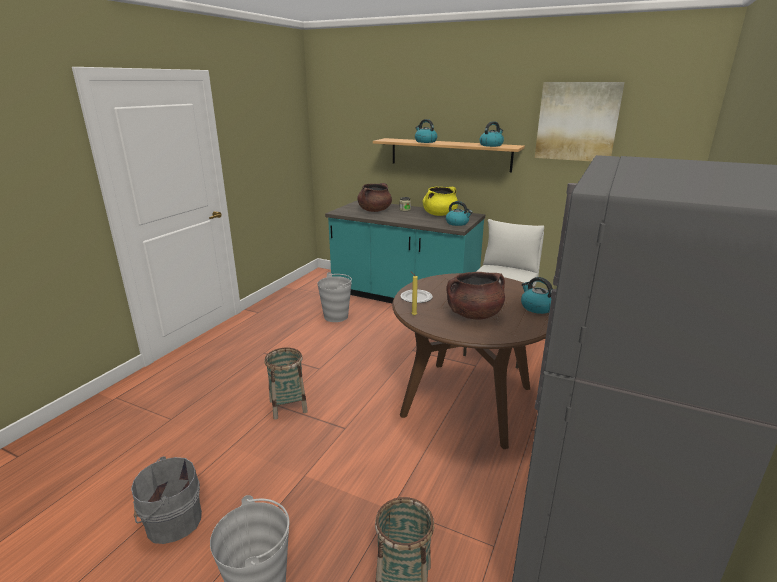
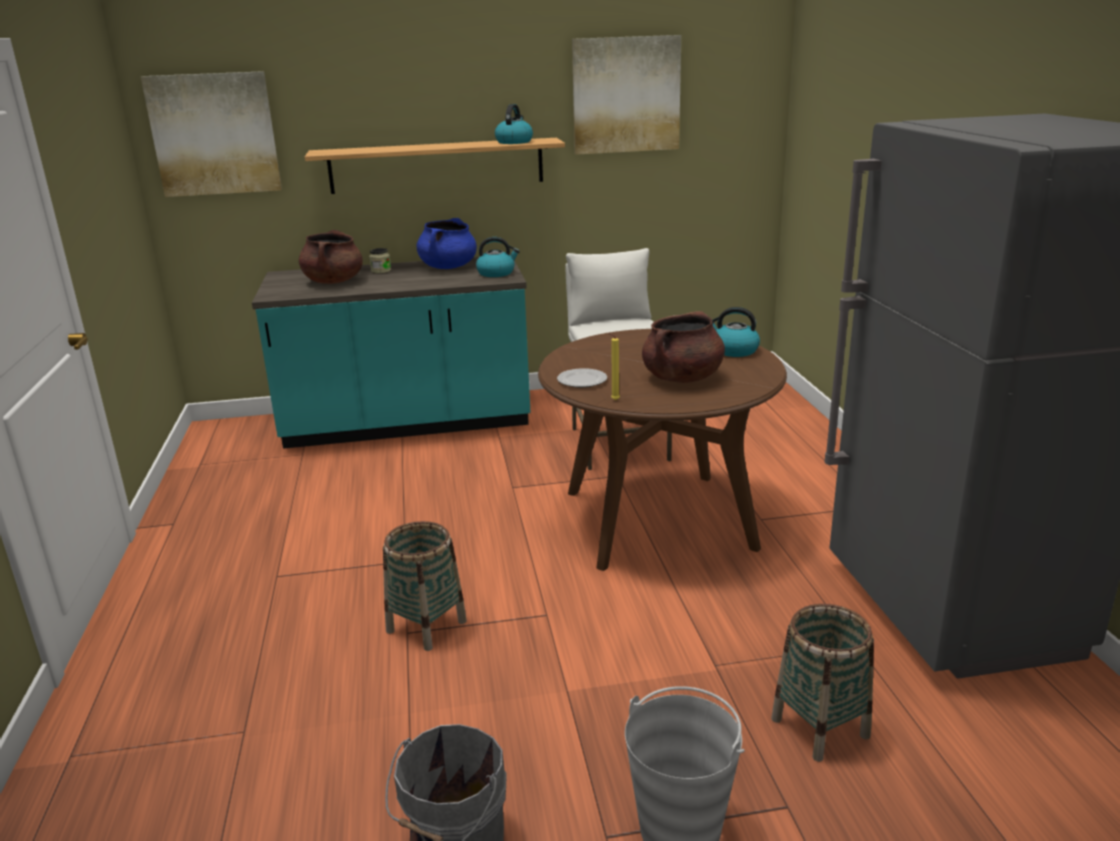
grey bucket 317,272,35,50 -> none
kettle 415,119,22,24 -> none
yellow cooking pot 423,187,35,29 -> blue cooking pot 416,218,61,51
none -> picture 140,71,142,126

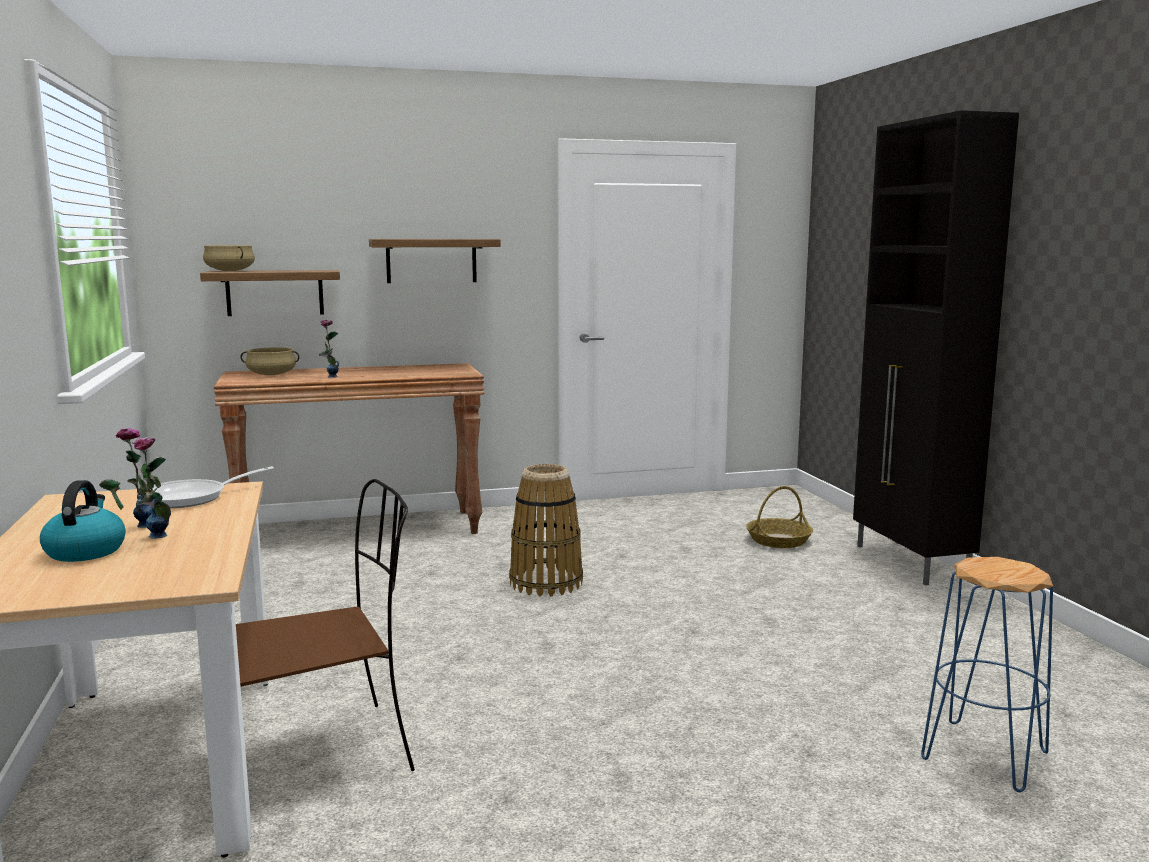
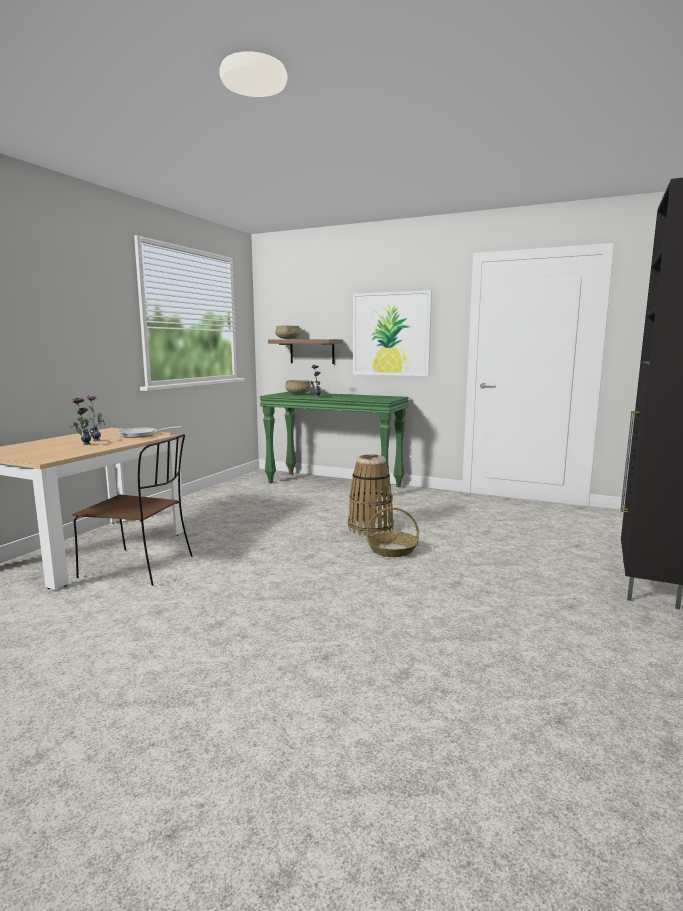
kettle 40,480,86,82 -> none
brown console table 214,363,270,171 -> green console table 260,392,149,105
shelf 369,239,132,44 -> picture 353,290,79,86
basket 746,486,67,62 -> basket 367,507,52,50, relocated
blue stool 921,557,132,235 -> none

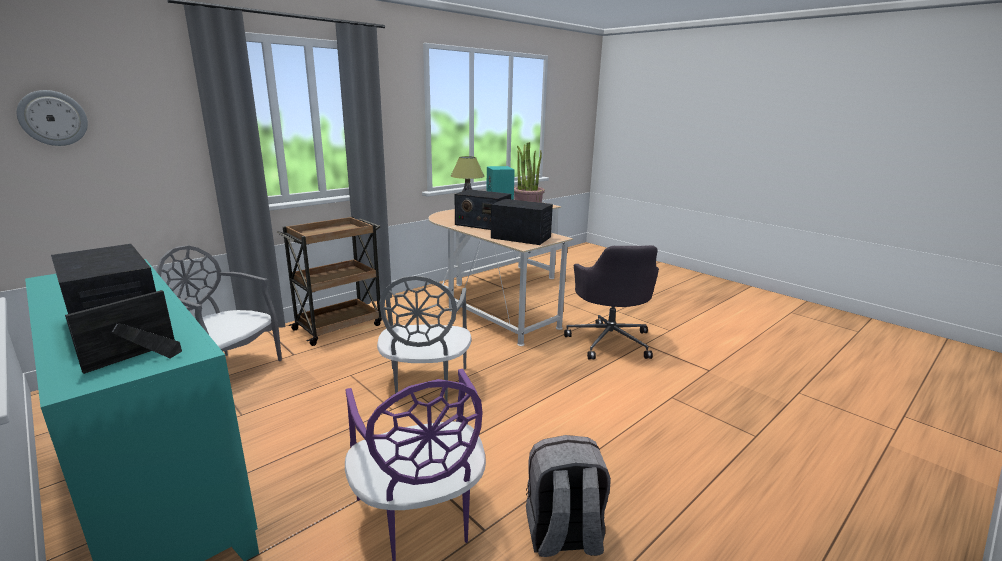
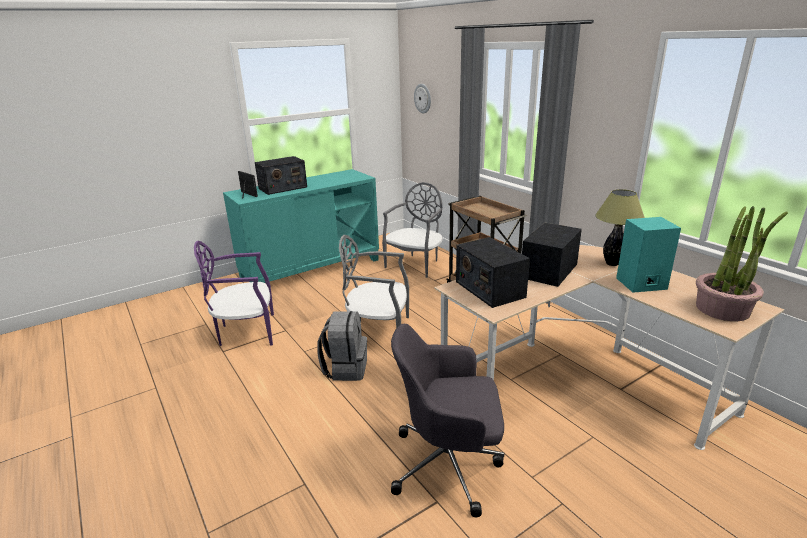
radio 491,199,62,46 -> radio 456,237,74,71, 120 degrees clockwise
grey backpack 526,435,85,122 -> grey backpack 317,311,50,70, relocated

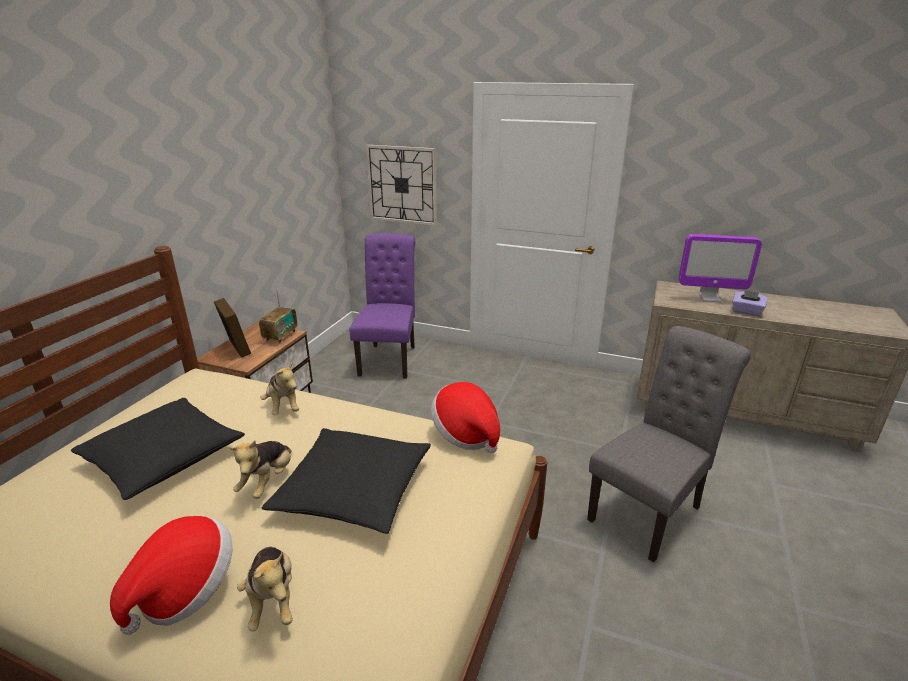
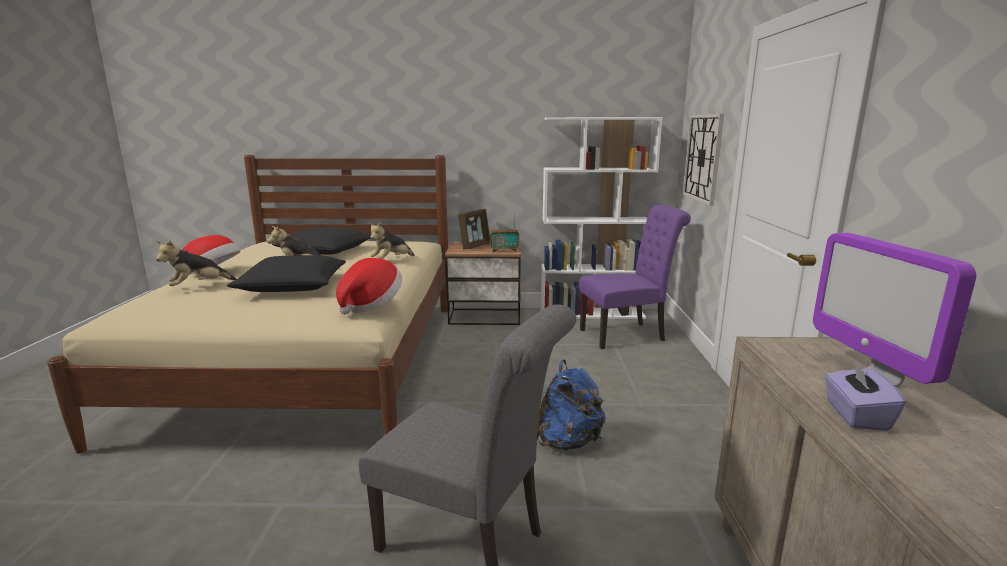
none -> blue backpack 537,360,69,90
none -> white bookcase 541,117,122,202

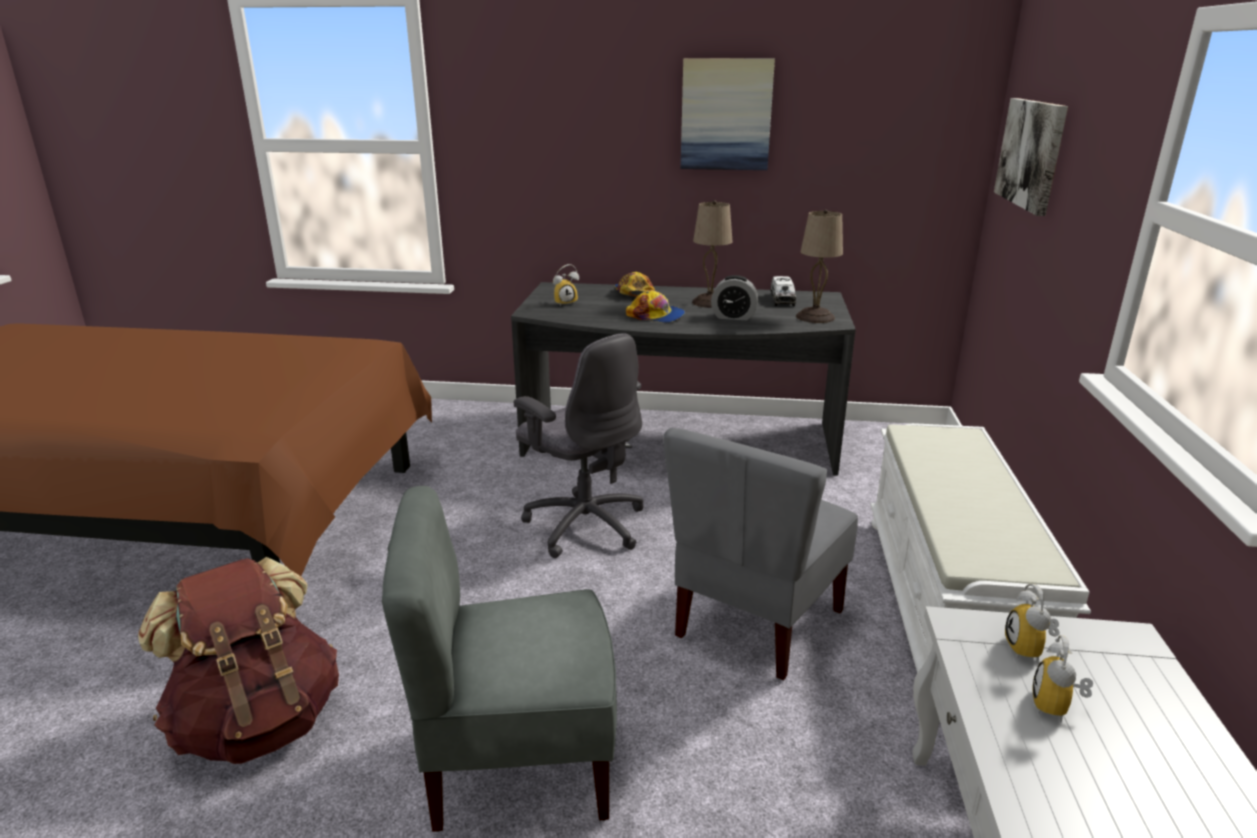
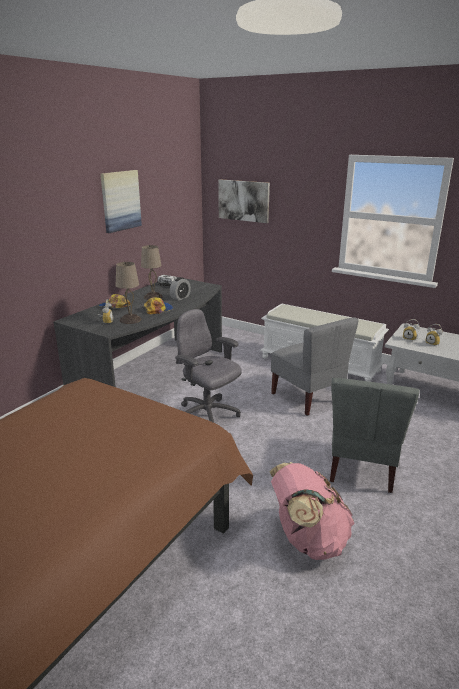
brown backpack 138,557,201,207 -> pink backpack 270,462,85,98
grey office chair 514,333,130,225 -> grey office chair 175,309,67,114, 120 degrees counterclockwise
beige table lamp 796,209,47,114 -> beige table lamp 116,262,25,62, relocated

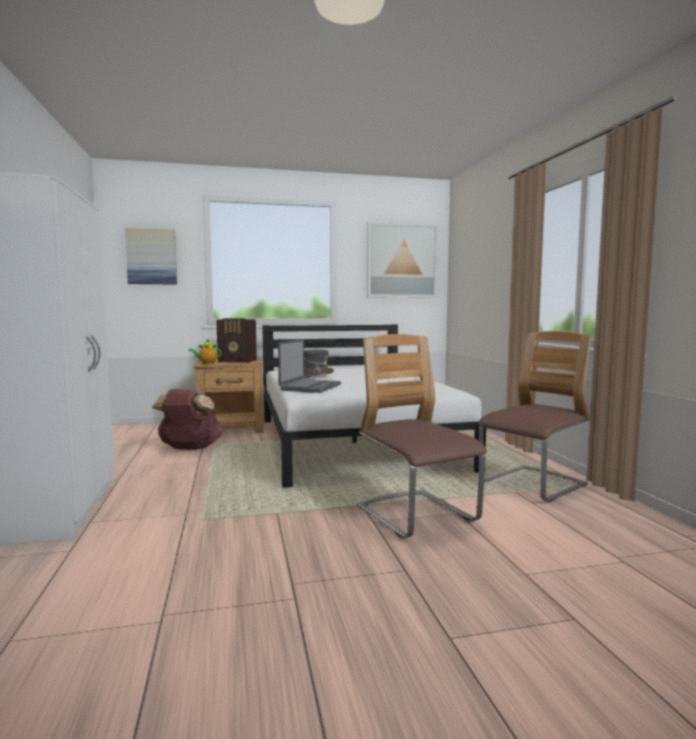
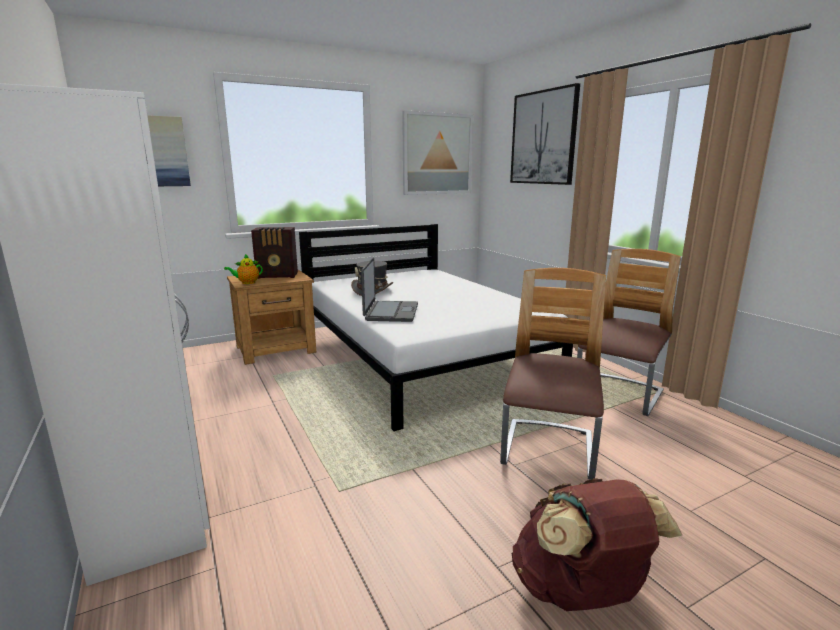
brown backpack 152,389,70,61 -> brown backpack 512,478,171,133, relocated
chair 357,334,130,204 -> chair 500,268,106,211, 60 degrees clockwise
none -> picture 510,83,70,102

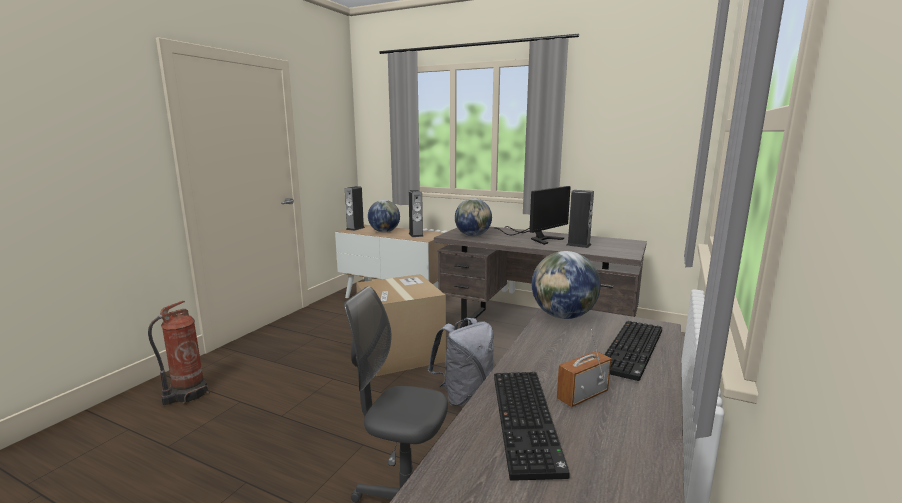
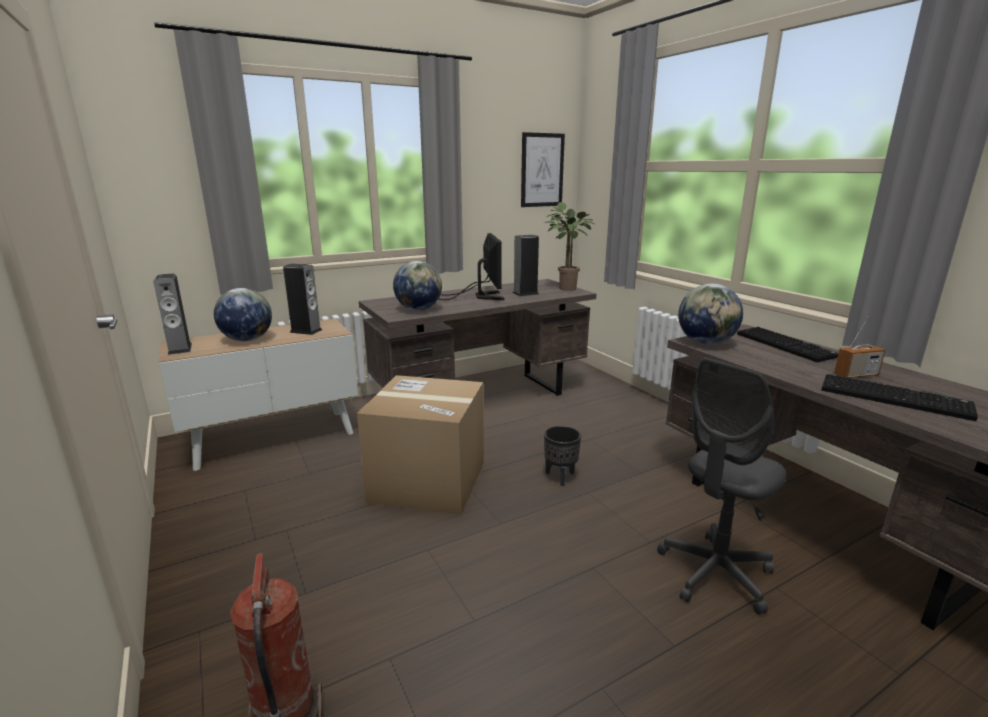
grey backpack 428,318,66,88 -> black planter 544,426,37,60
radio 557,329,54,78 -> radio 834,316,51,62, 105 degrees counterclockwise
none -> picture 521,132,44,75
none -> potted plant 544,202,50,89

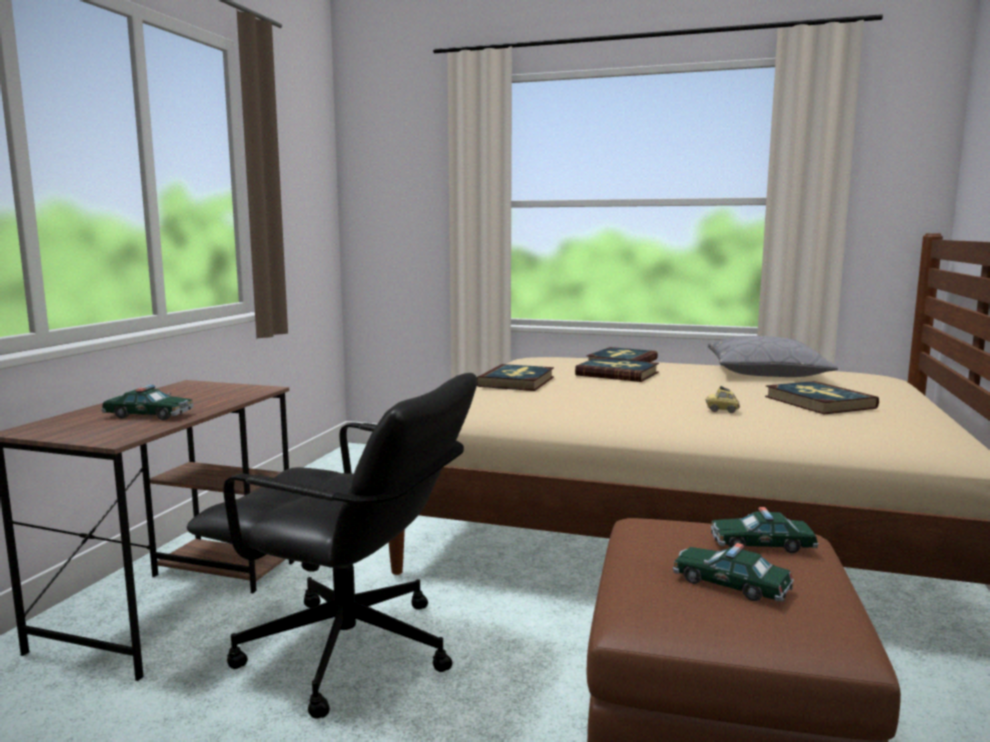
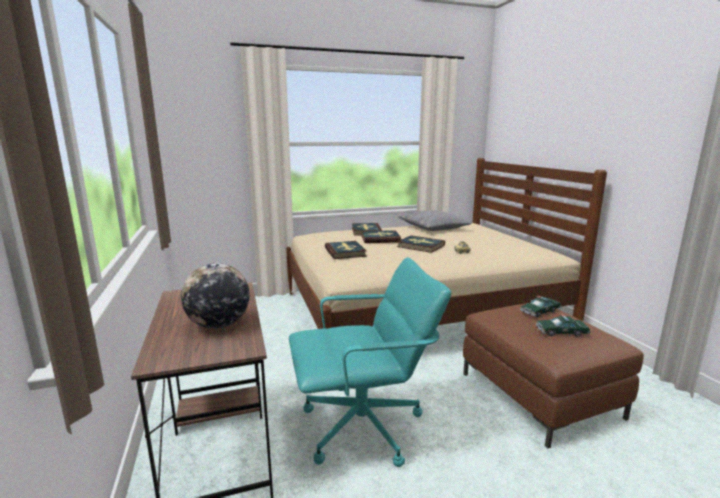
toy car 101,385,93,35 -> globe 181,263,69,66
black office chair 187,373,290,346 -> turquoise office chair 289,257,162,210
book 765,381,114,33 -> book 397,235,48,18, relocated

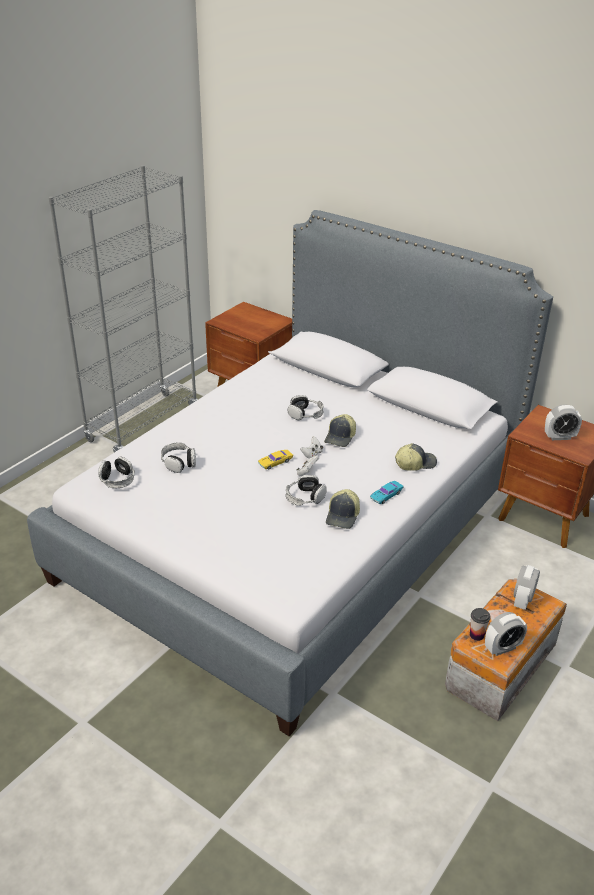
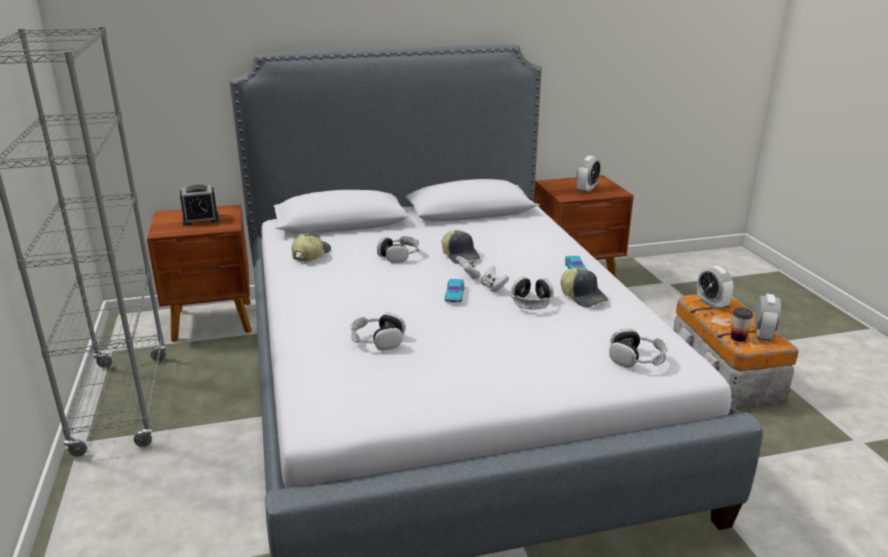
headphones 98,457,37,31 -> headphones 609,329,58,39, relocated
yellow toy car 258,450,35,20 -> turquoise toy car 445,279,20,23
cap 395,443,42,28 -> cap 292,233,39,29, relocated
none -> alarm clock 180,185,39,40

